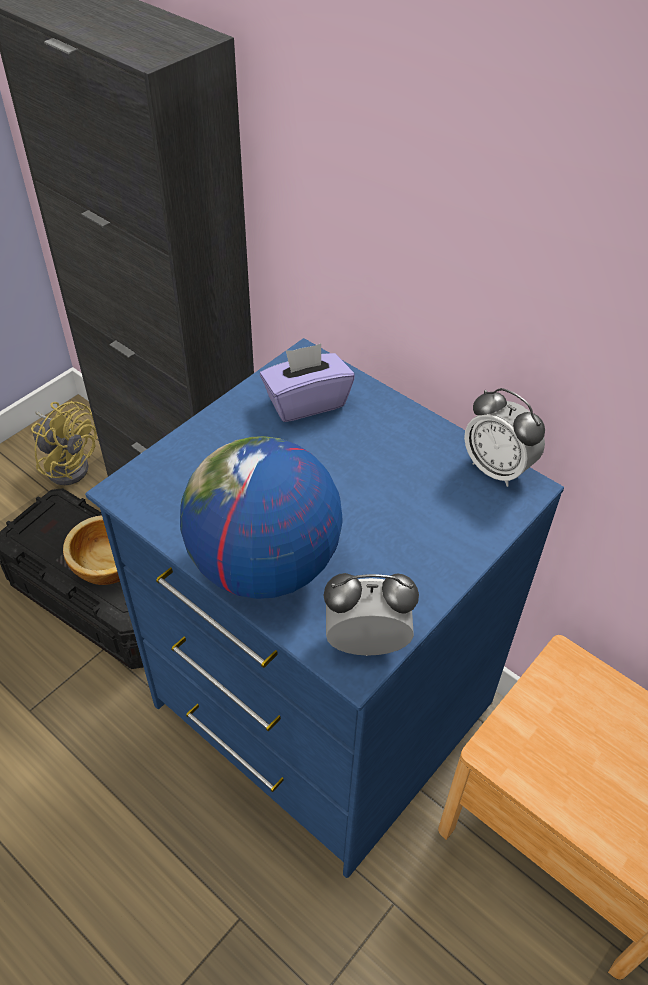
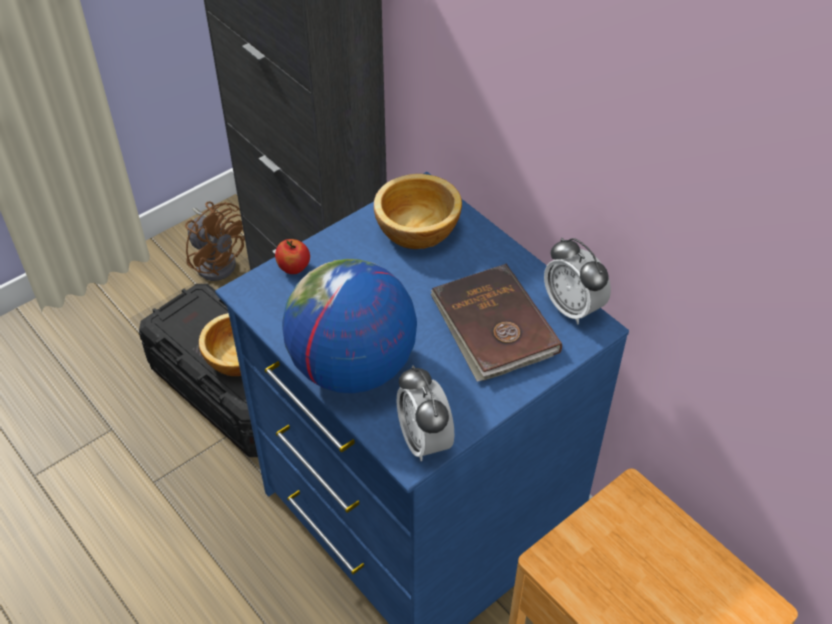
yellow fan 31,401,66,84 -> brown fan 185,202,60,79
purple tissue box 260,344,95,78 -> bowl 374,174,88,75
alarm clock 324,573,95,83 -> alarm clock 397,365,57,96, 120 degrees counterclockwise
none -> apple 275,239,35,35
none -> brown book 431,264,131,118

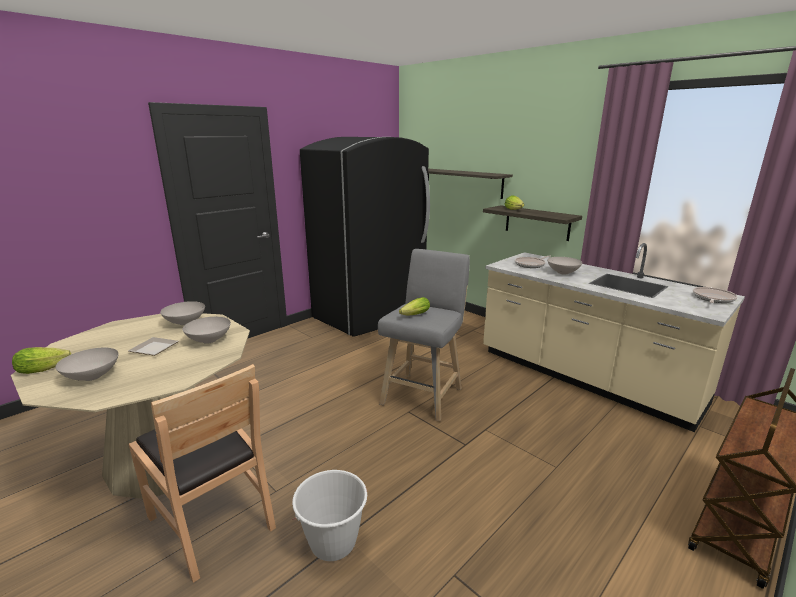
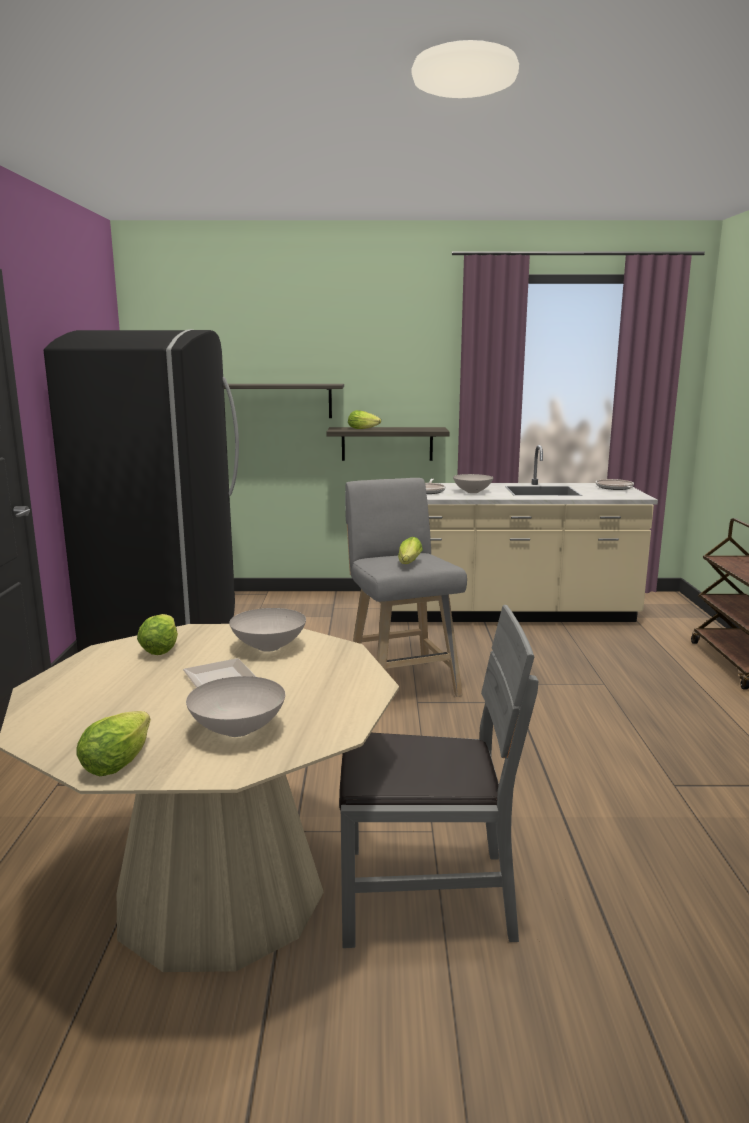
brown chair 129,364,147,219 -> grey chair 339,605,199,343
white bowl 160,301,45,24 -> lettuce 137,614,41,41
white bucket 292,470,75,91 -> none

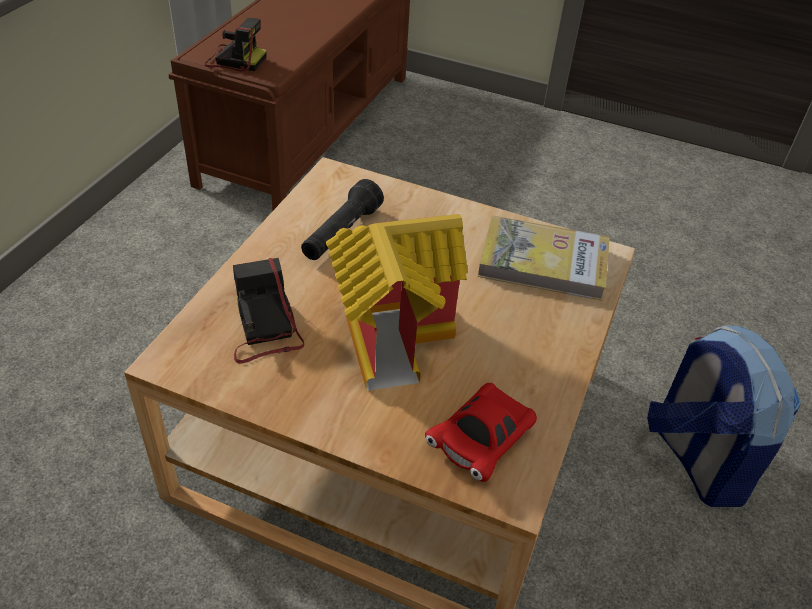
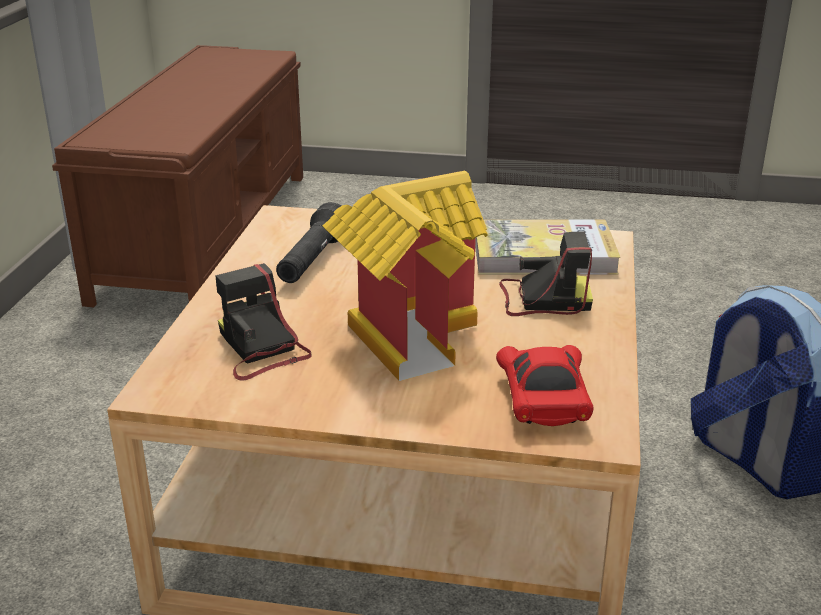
photo camera 204,18,63,53 -> photo camera 499,232,94,84, relocated
red toy car 425,383,112,99 -> red toy car 496,345,98,81, 150 degrees clockwise

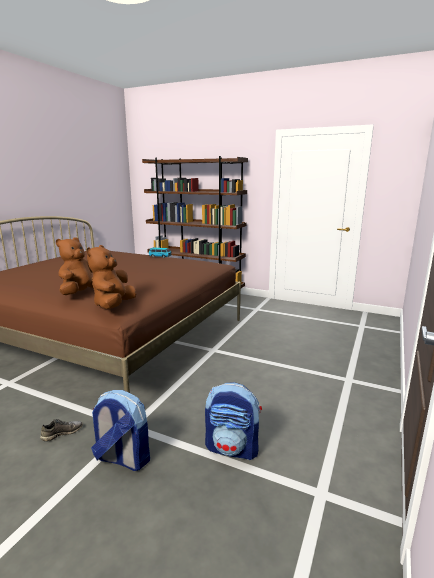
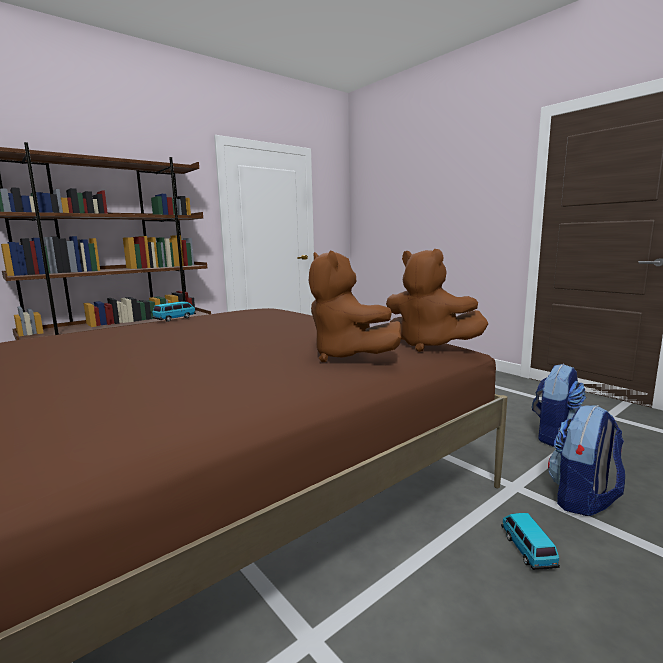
grey shoe 40,419,43,22 -> toy car 501,513,59,57

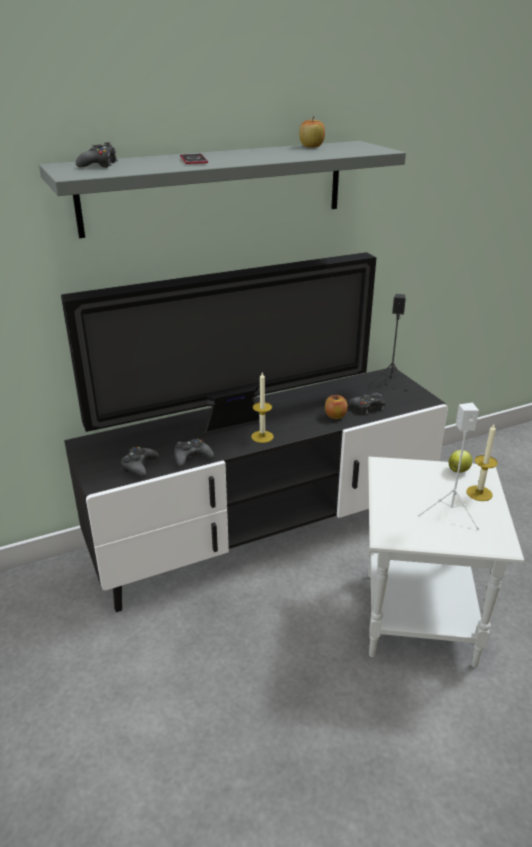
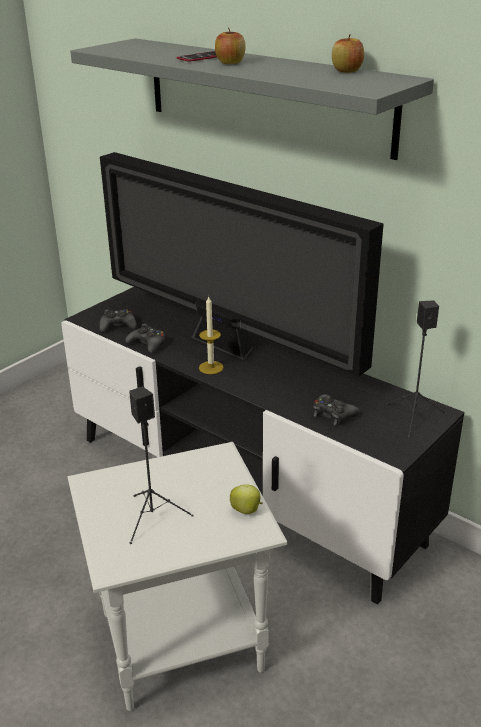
black game controller 76,142,42,26 -> none
apple 325,395,23,24 -> apple 215,27,30,37, relocated
white speaker 418,403,61,127 -> black speaker 129,386,65,158
candle 467,424,30,77 -> none

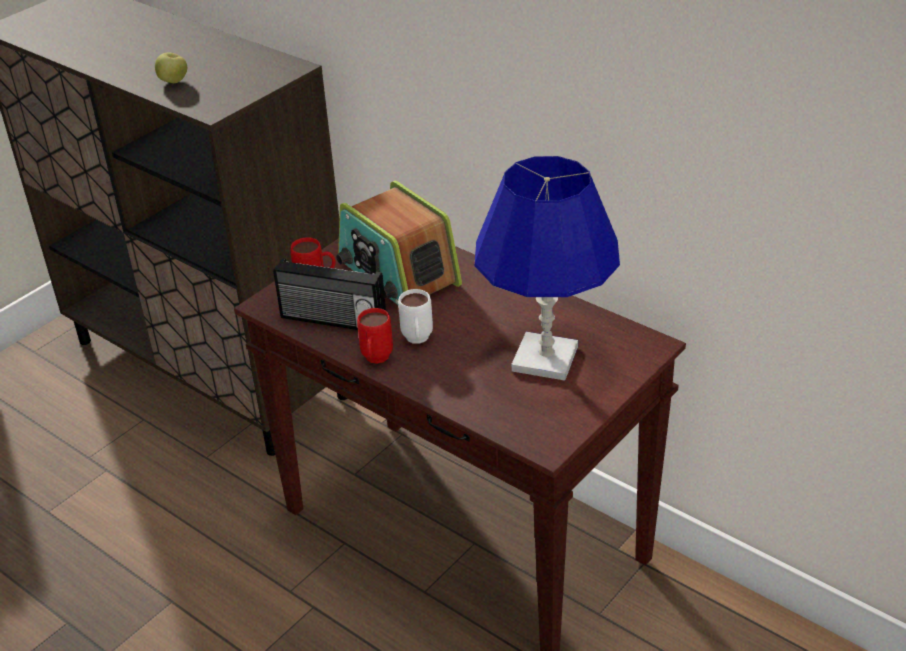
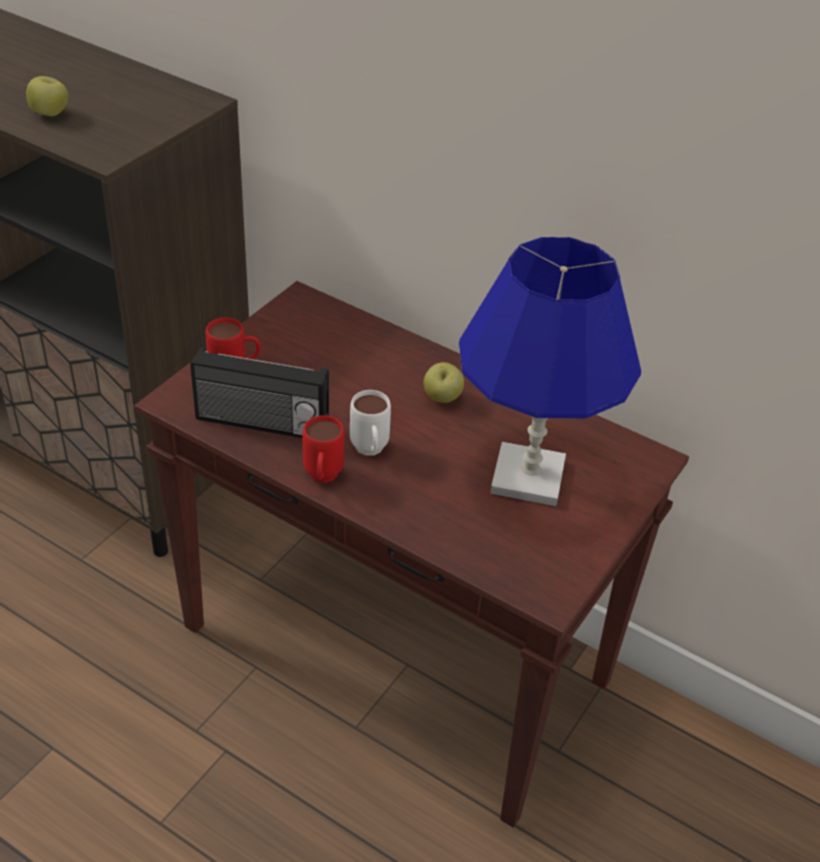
radio 336,181,126,124 -> none
none -> apple 423,362,41,41

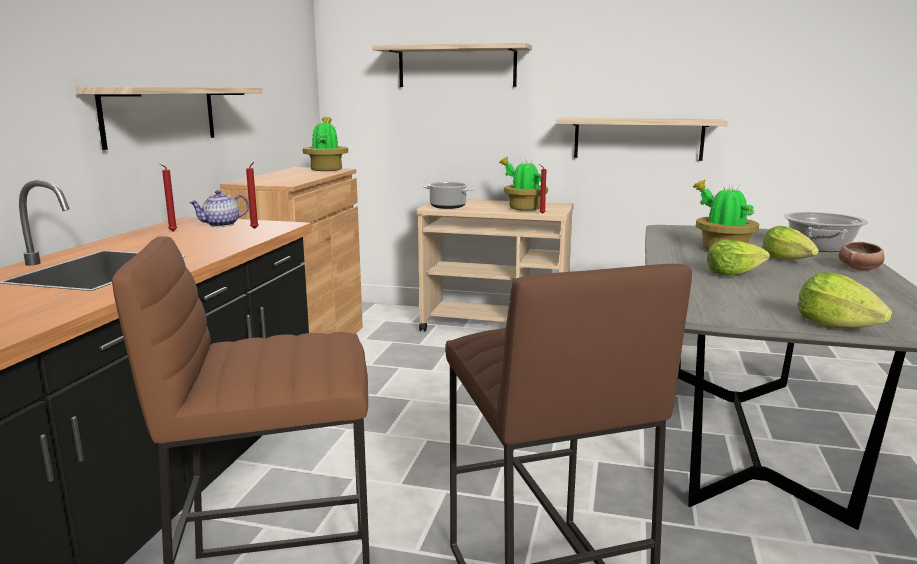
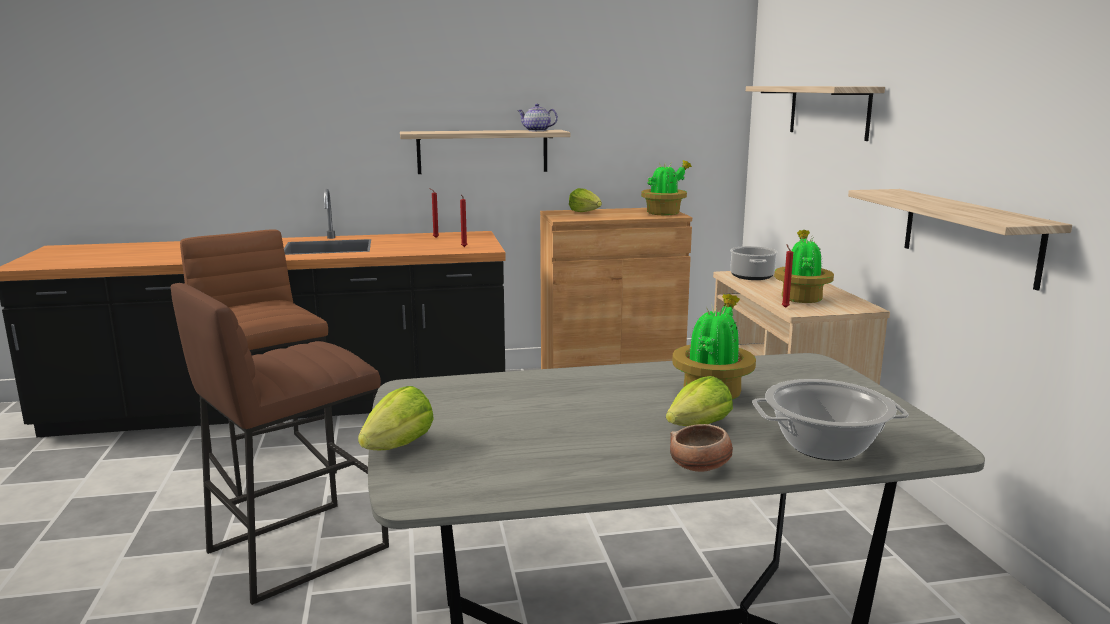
teapot 189,190,60,37 -> teapot 517,104,41,27, relocated
lettuce 707,239,63,37 -> lettuce 569,188,33,24, relocated

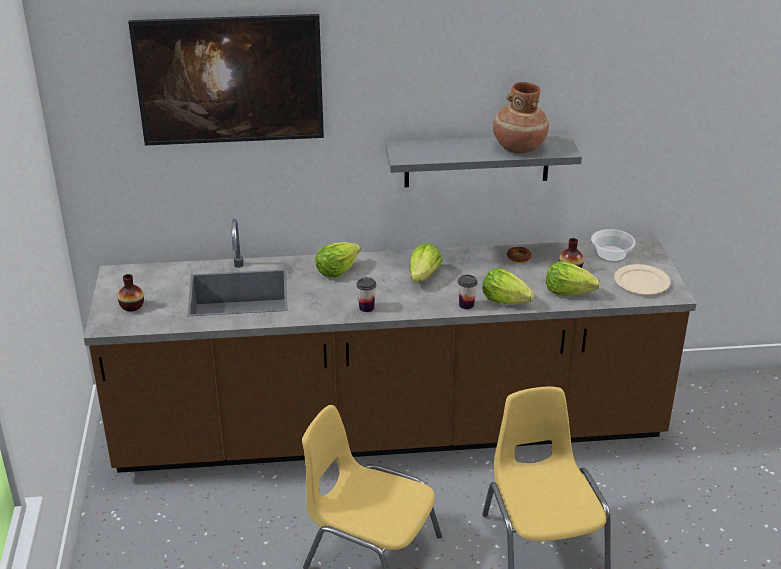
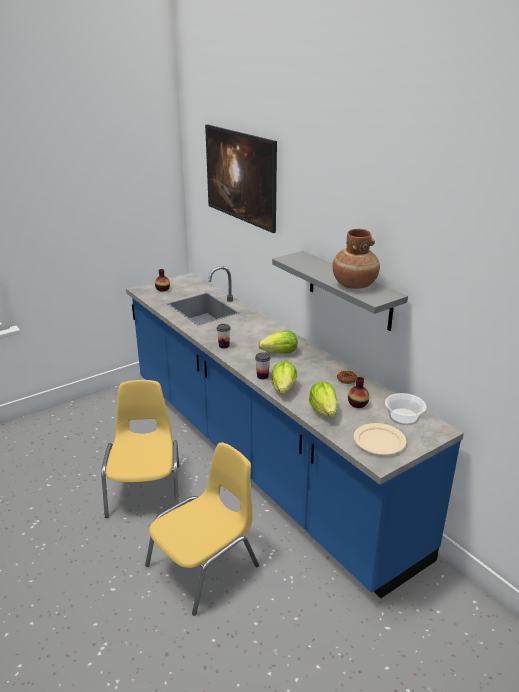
brown counter 84,219,612,254 -> blue counter 126,266,338,332
lettuce 315,242,46,35 -> none

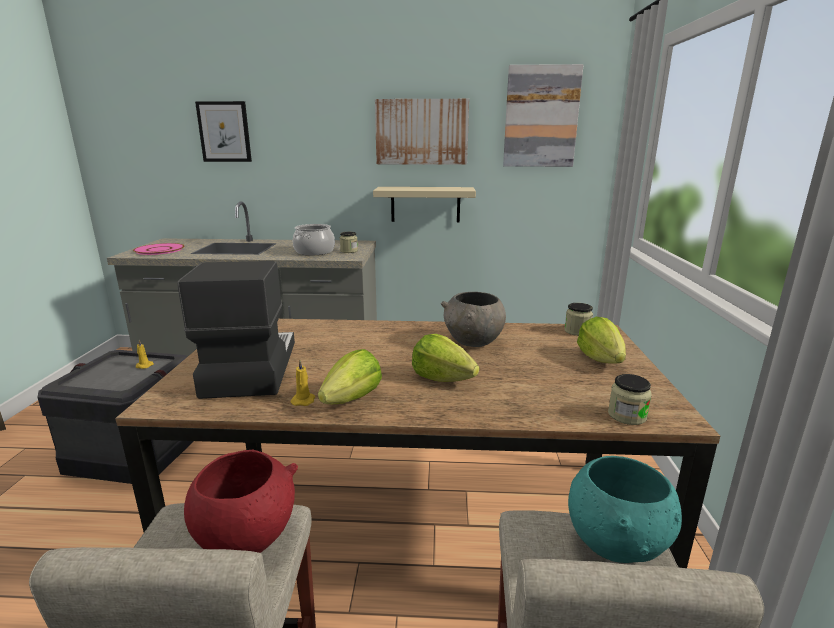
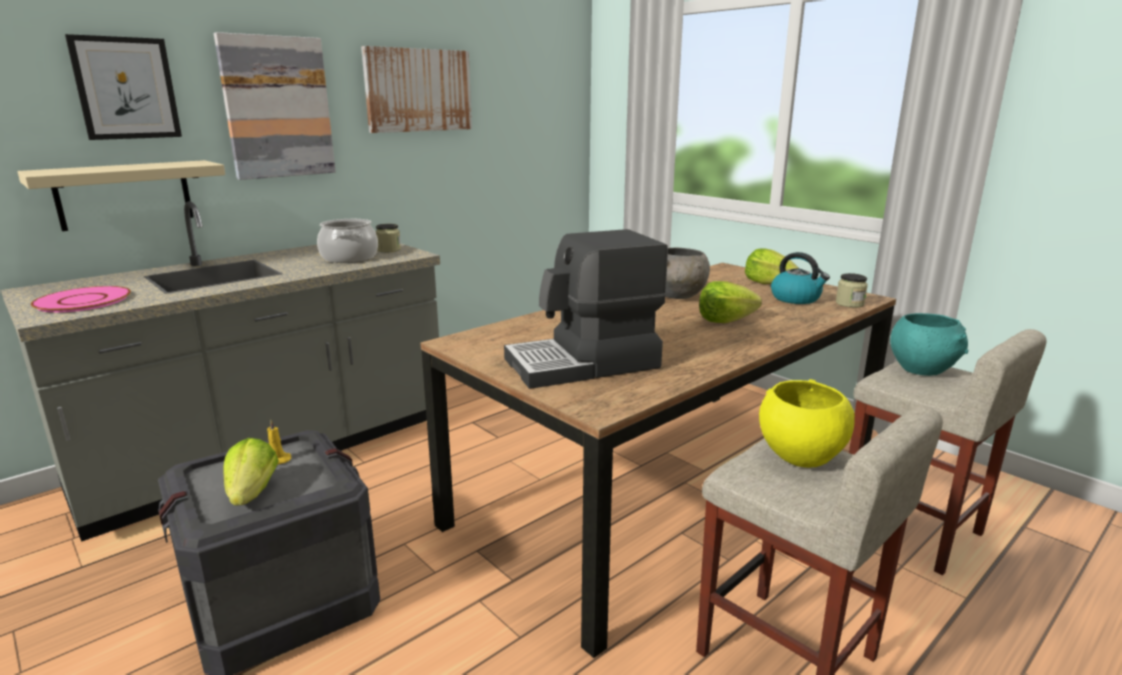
coffee machine 178,261,117,138 -> coffee machine 504,229,164,160, 60 degrees counterclockwise
red bowl 184,449,114,104 -> yellow bowl 759,379,96,89
yellow candle 291,360,24,46 -> none
lettuce 318,349,64,55 -> lettuce 223,438,56,68, relocated
beige shelf 373,187,103,35 -> beige shelf 17,160,208,71, relocated
picture 503,64,81,103 -> picture 214,32,122,148, relocated
jar 564,303,29,33 -> none
none -> kettle 771,252,59,52

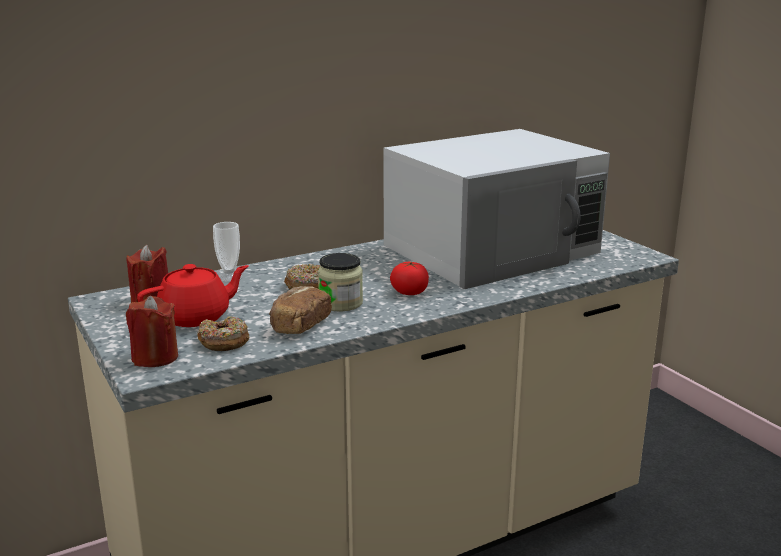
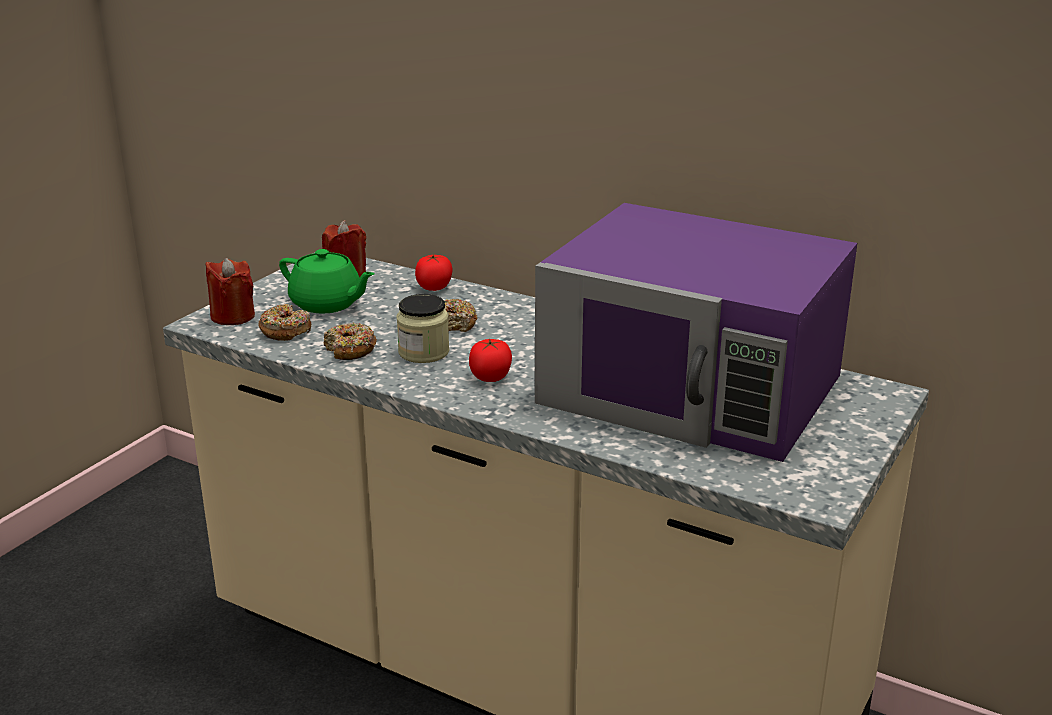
red teapot 137,264,112,63 -> green teapot 279,249,96,65
cup 213,222,30,60 -> tomato 415,255,38,36
bread 269,286,63,48 -> donut 324,322,53,38
white microwave 383,129,227,160 -> purple microwave 535,203,322,259

